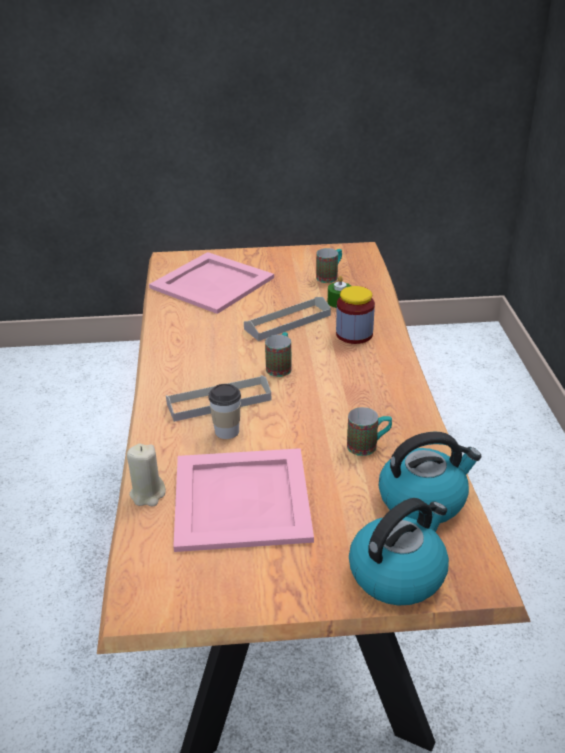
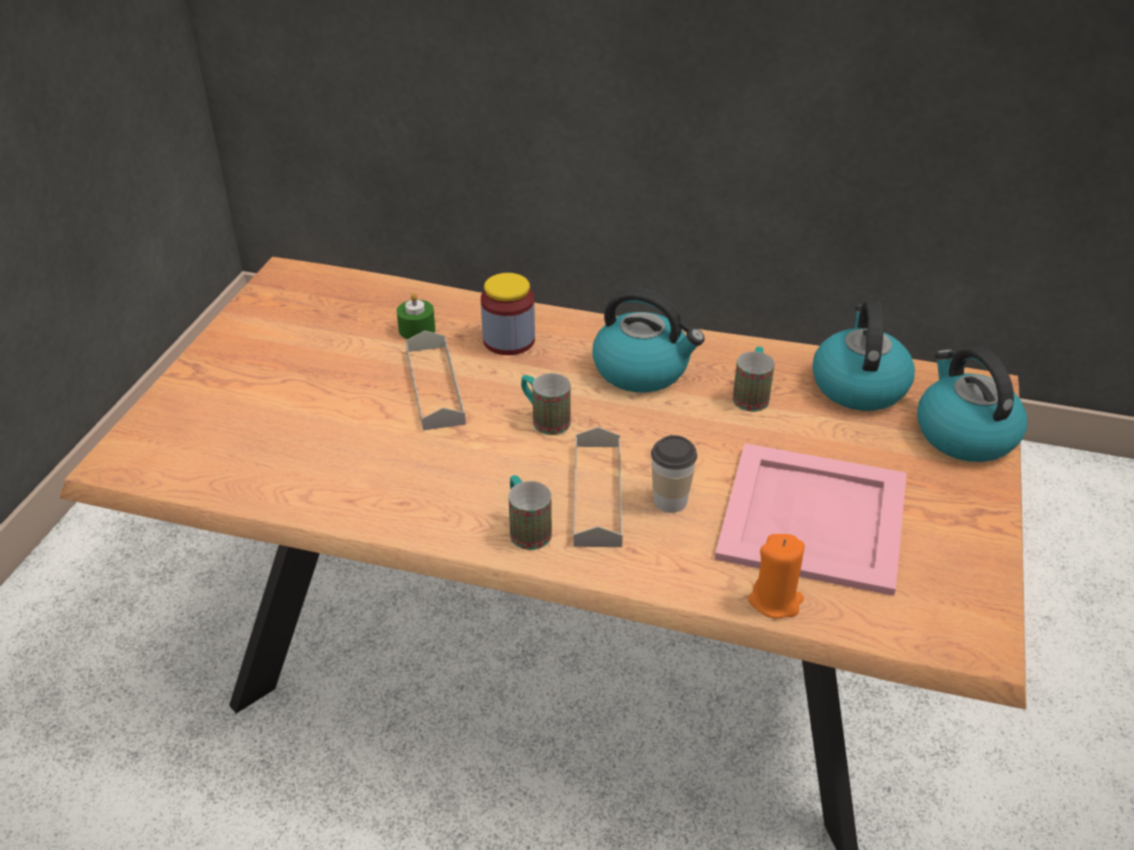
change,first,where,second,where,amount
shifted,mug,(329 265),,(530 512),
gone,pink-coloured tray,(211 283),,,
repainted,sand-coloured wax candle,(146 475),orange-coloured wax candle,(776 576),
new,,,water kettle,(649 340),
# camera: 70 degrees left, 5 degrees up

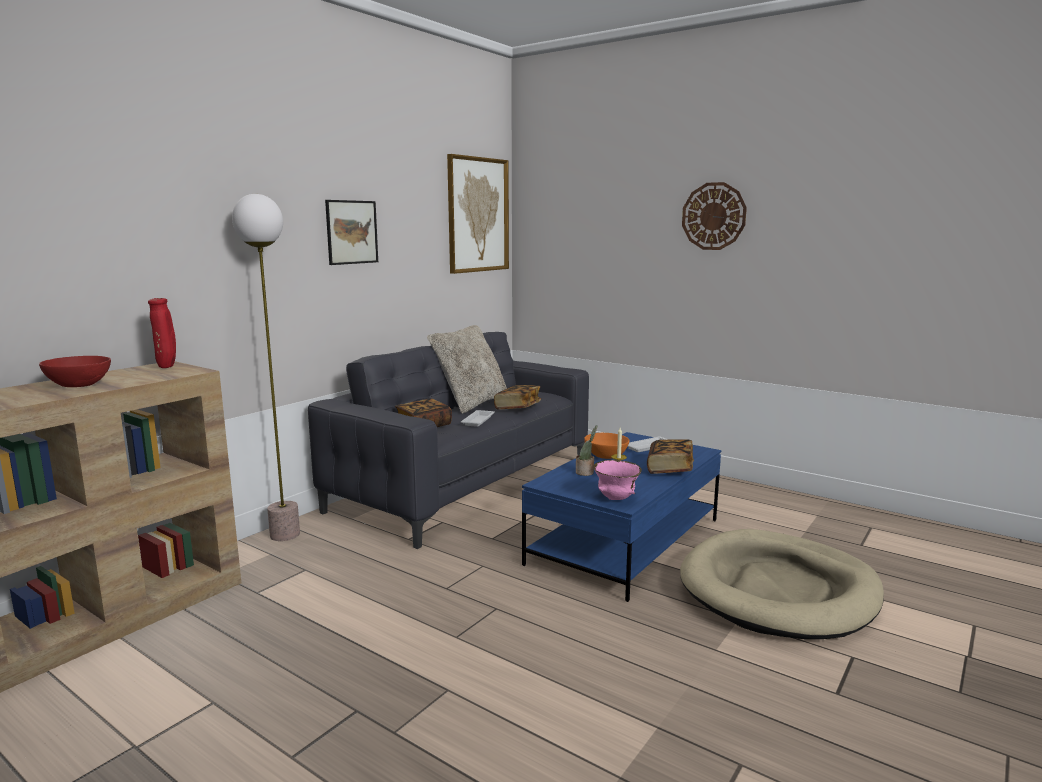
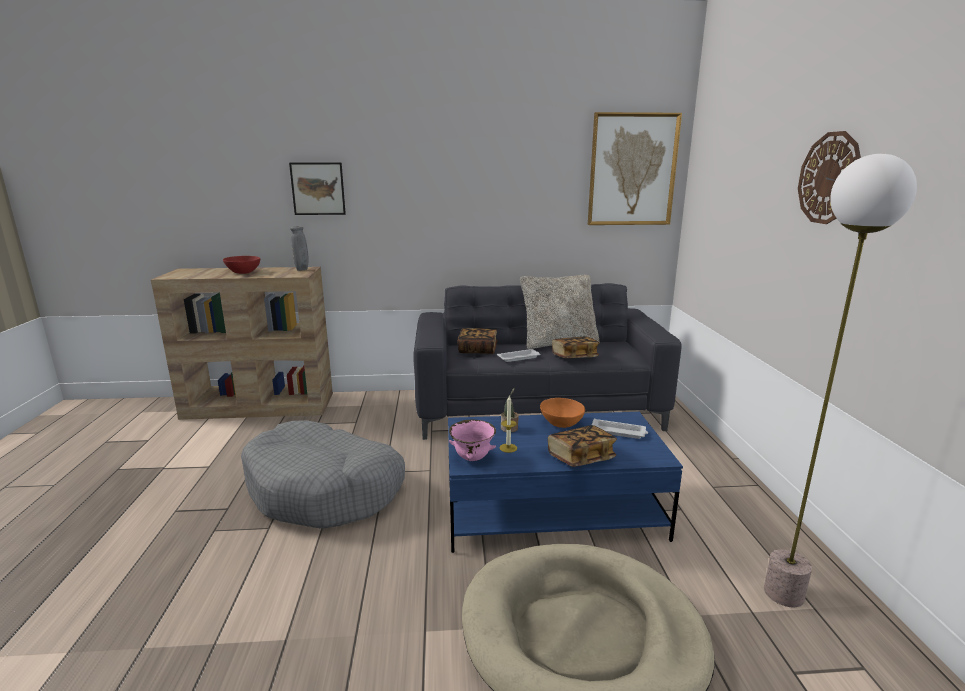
change,first,where,second,where,amount
shifted,standing lamp,(266 367),,(840 380),
shifted,wall picture,(351 232),,(317 189),
repainted,red flower vase,(162 333),gray flower vase,(299 248),
new,,,gray pet bed,(323 474),
# camera: 50 degrees right, 5 degrees up

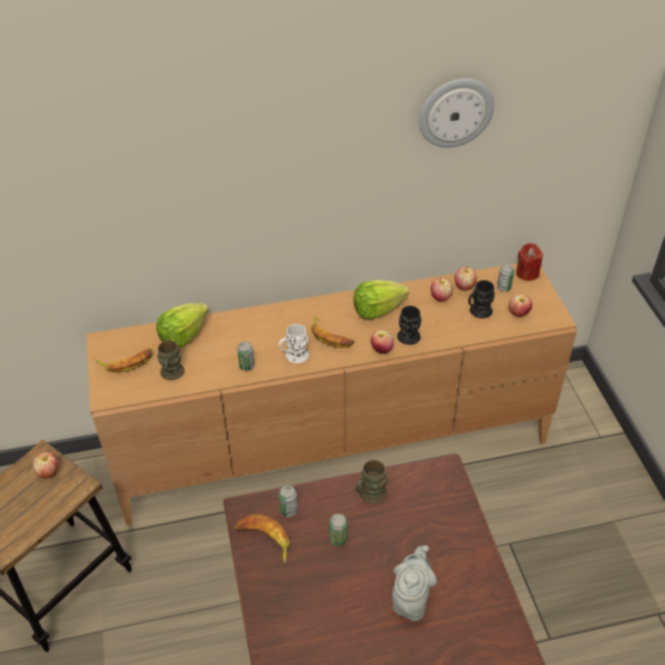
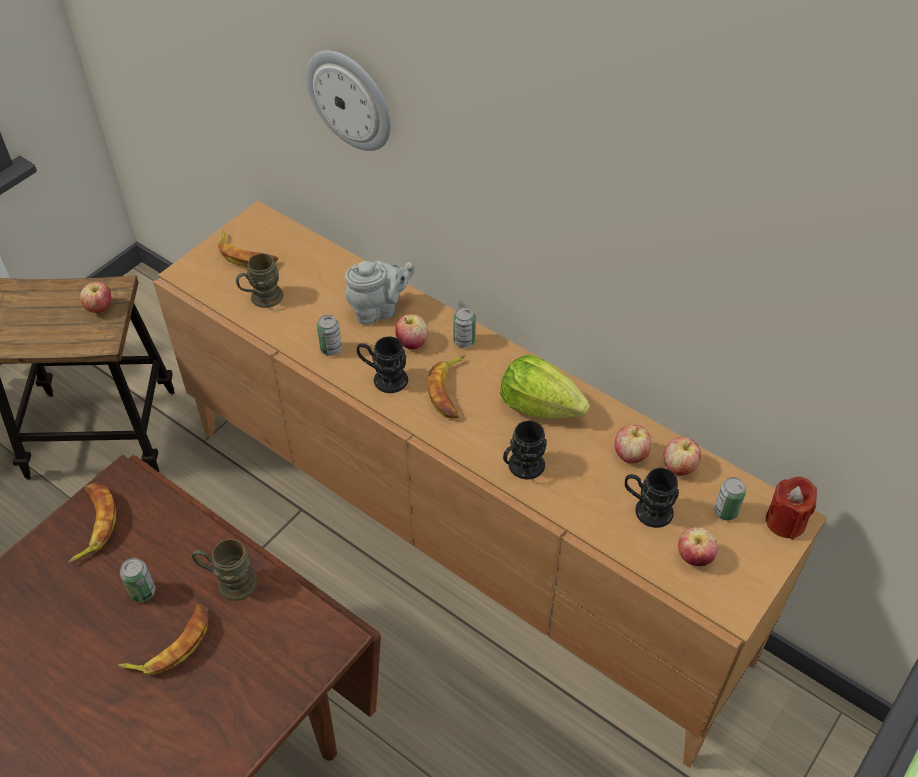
change,first,where,second,where,amount
shifted,wall clock,(456 113),,(348 100),
gone,lettuce,(182 325),,,
repainted,white mug,(294 343),blackish mug,(382 364),
shifted,apple,(382 341),,(411 331),
shifted,can,(288 501),,(464 327),
shifted,gray teapot,(414 583),,(380 293),
new,,,banana,(163 639),
# camera: 50 degrees right, 5 degrees up

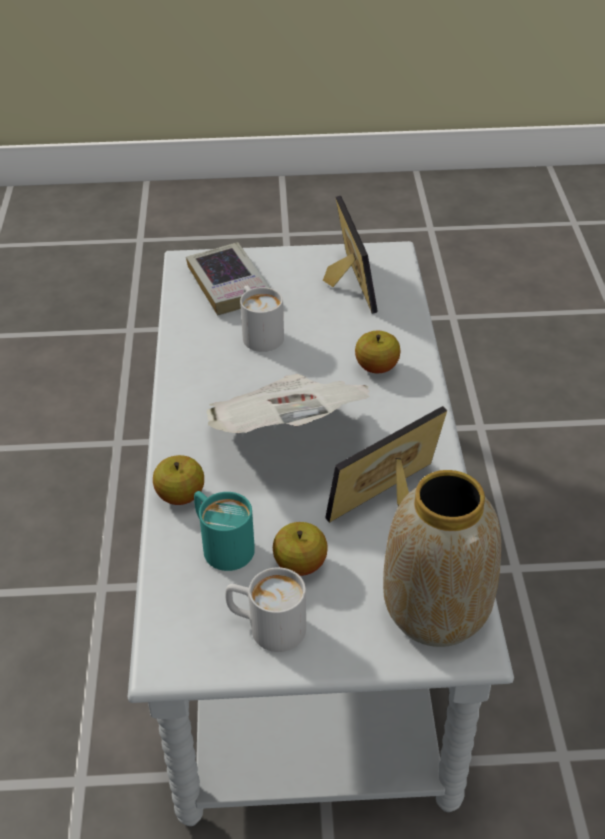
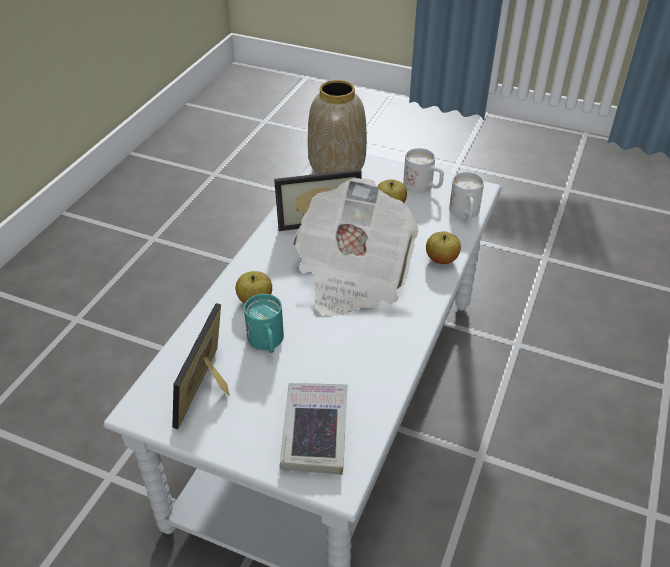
change,first,where,second,where,amount
shifted,white mug,(262 319),,(466 195),
shifted,blue-green mug,(224 531),,(264 323),
# camera: 155 degrees left, 0 degrees up

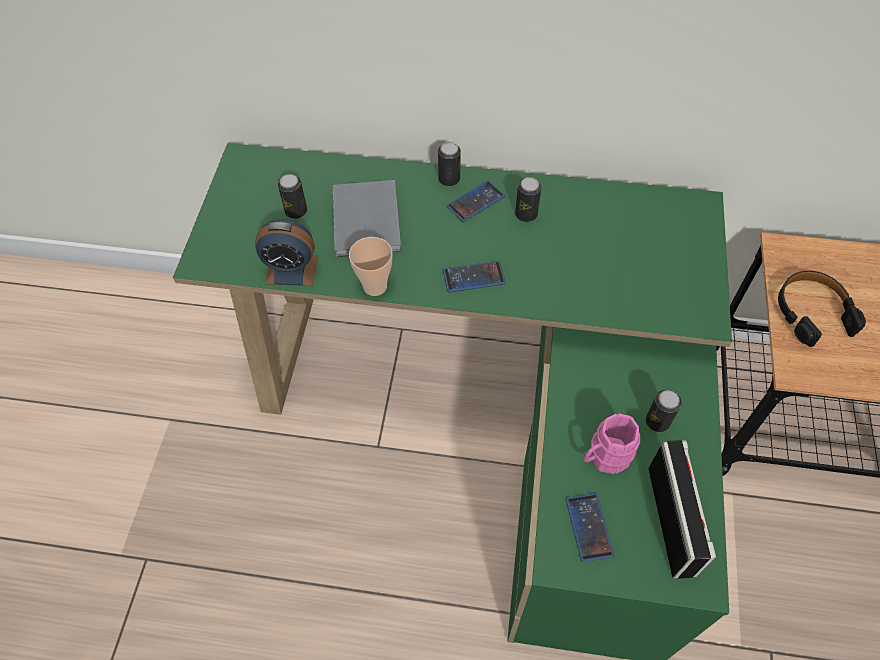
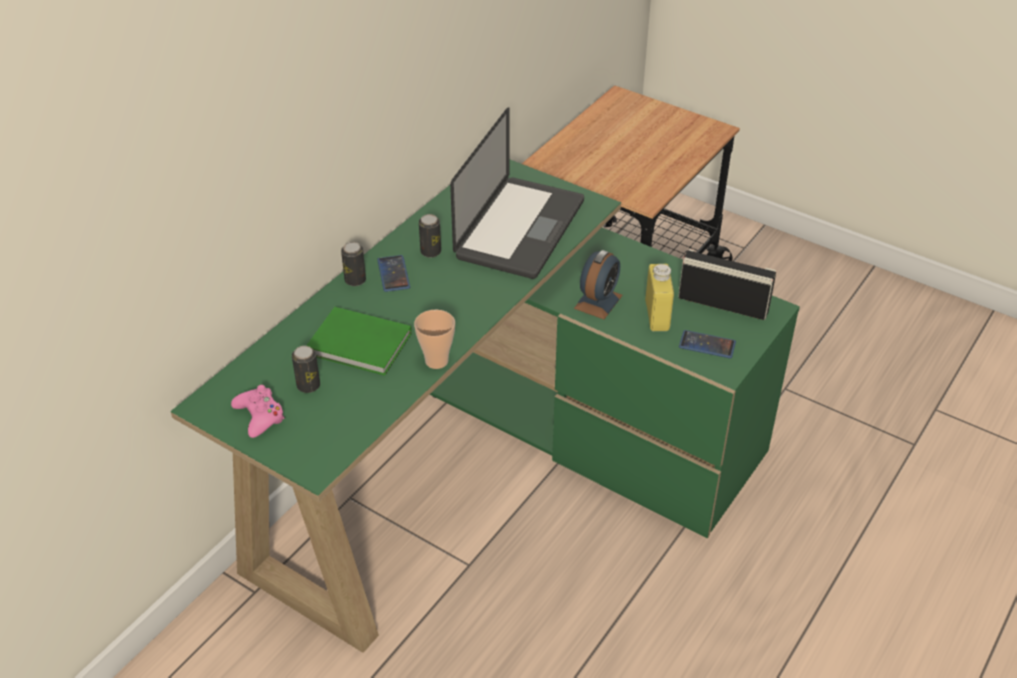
change,first,where,second,where,amount
repainted,gray book,(367 218),green-coloured book,(359 341),
shifted,alarm clock,(286 252),,(598 284),
gone,telephone,(474 276),,,
gone,blackish headphones,(822 309),,,
gone,can,(664 411),,,
swapped,pink-coloured mug,(612 444),yellow-coloured drink bottle,(659 297),
new,,,laptop,(517 193),
new,,,pink-coloured game controller,(258 411),
# camera: 65 degrees left, 15 degrees down

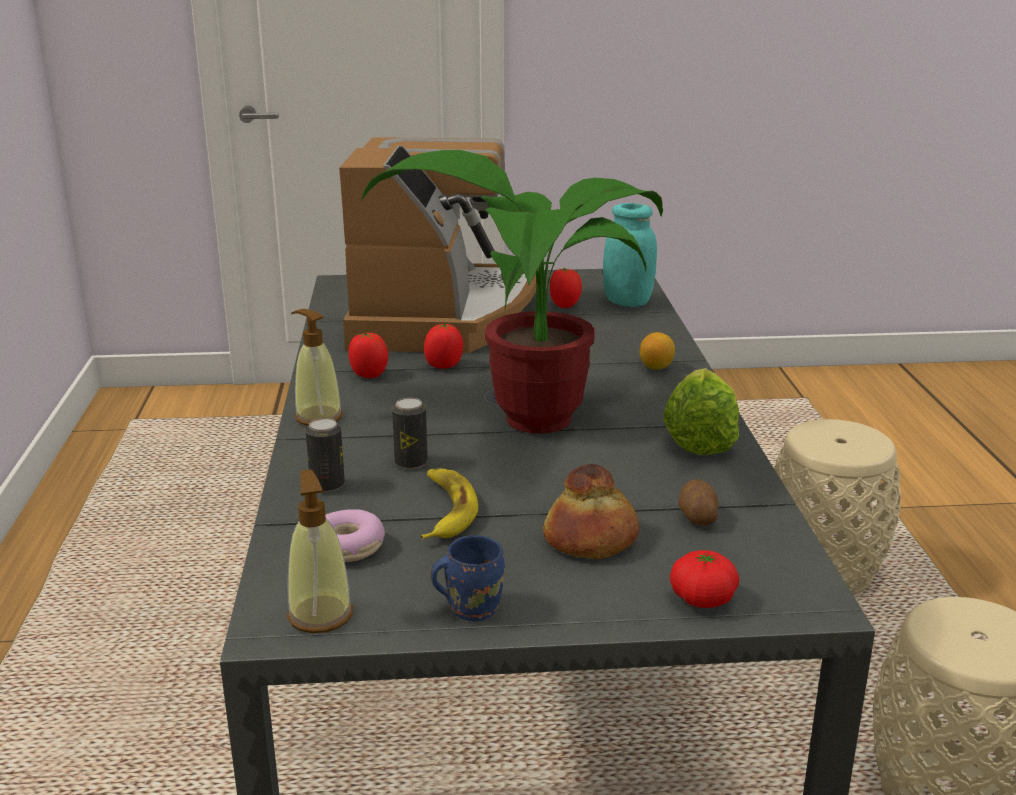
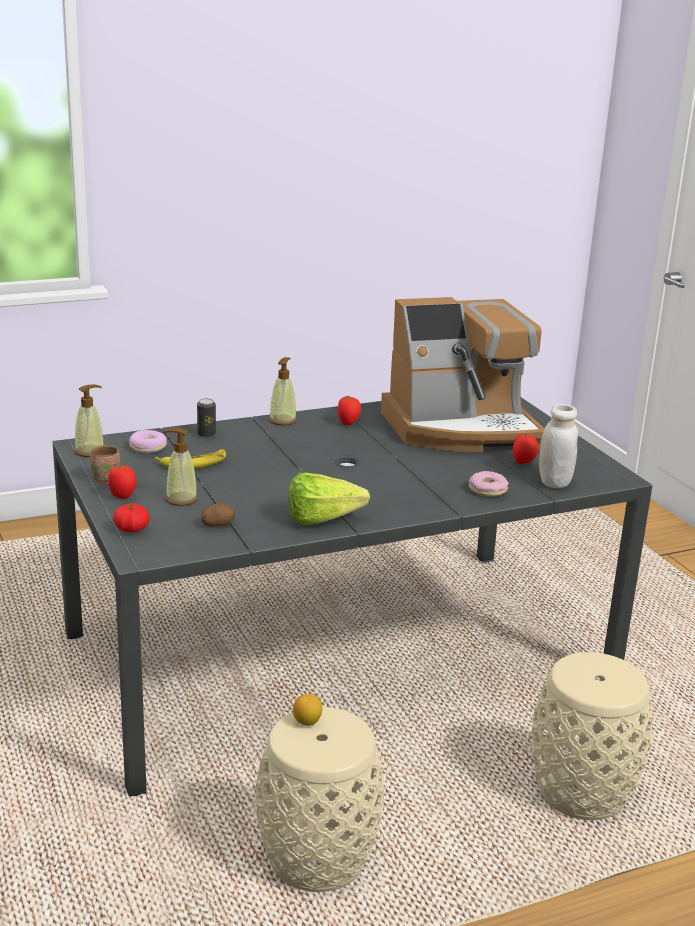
change,first,where,second,where,amount
gone,plant in a pot,(512 292),,,
repainted,blue-green preserve jar,(630 255),white preserve jar,(558 446),
shifted,fresh tomato,(443 346),,(122 482),
shifted,lemon,(657 351),,(307 710),
gone,can,(410 433),,,
swapped,baked bread,(591 511),liquid soap bottle,(180 467),
repainted,blue-coloured mug,(468 578),brown mug,(105 464),
new,,,ring doughnut,(489 484),
# camera: 70 degrees right, 0 degrees up

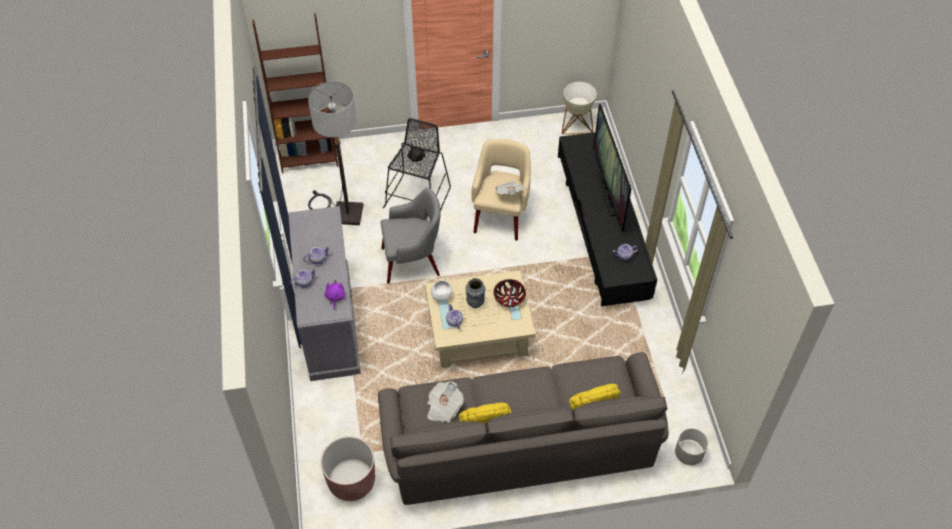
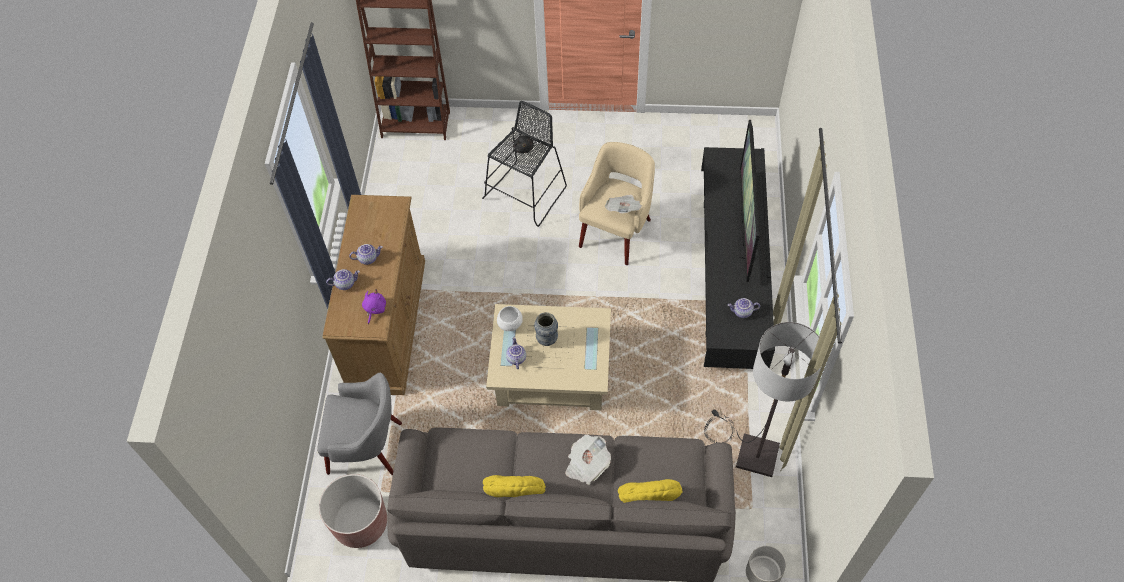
change,first,where,second,where,amount
shifted,standing lamp,(335 153),,(763 399),
gone,planter,(579 108),,,
shifted,gray easy chair,(411 235),,(359 424),
repainted,gray cupboard,(324 293),brown cupboard,(373 295),
gone,bowl,(509 293),,,
shifted,daily paper,(445 402),,(588 460),
# camera: 15 degrees right, 5 degrees up

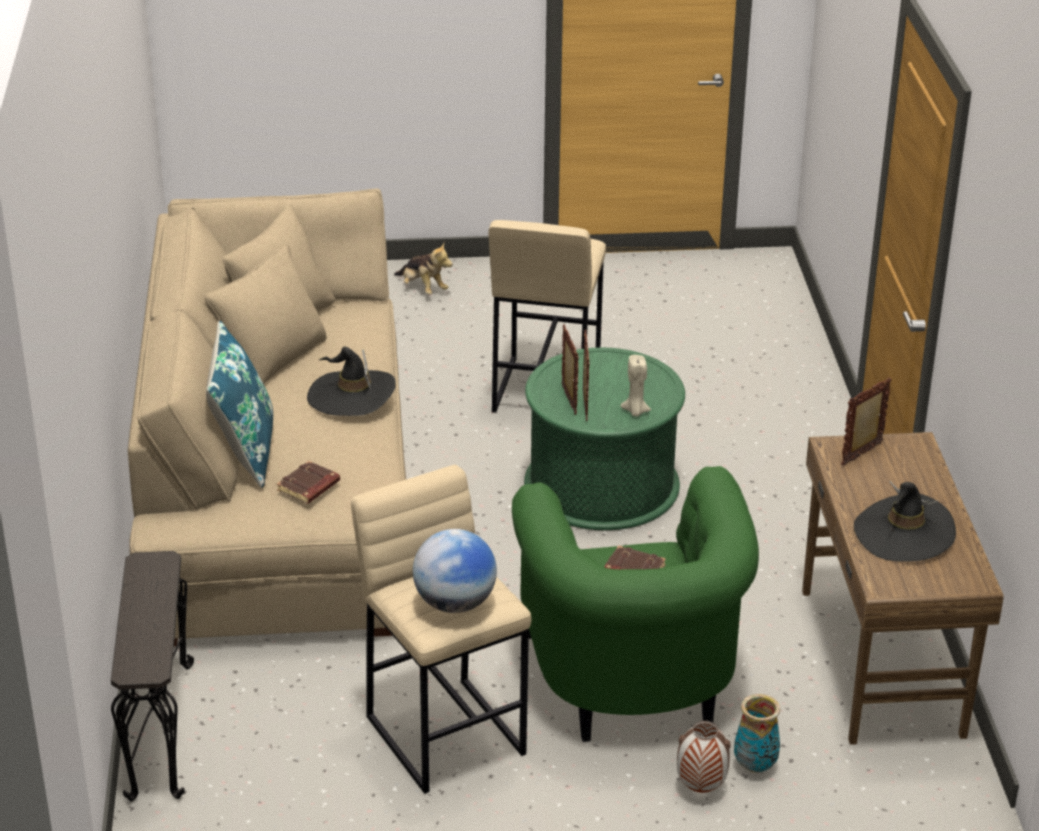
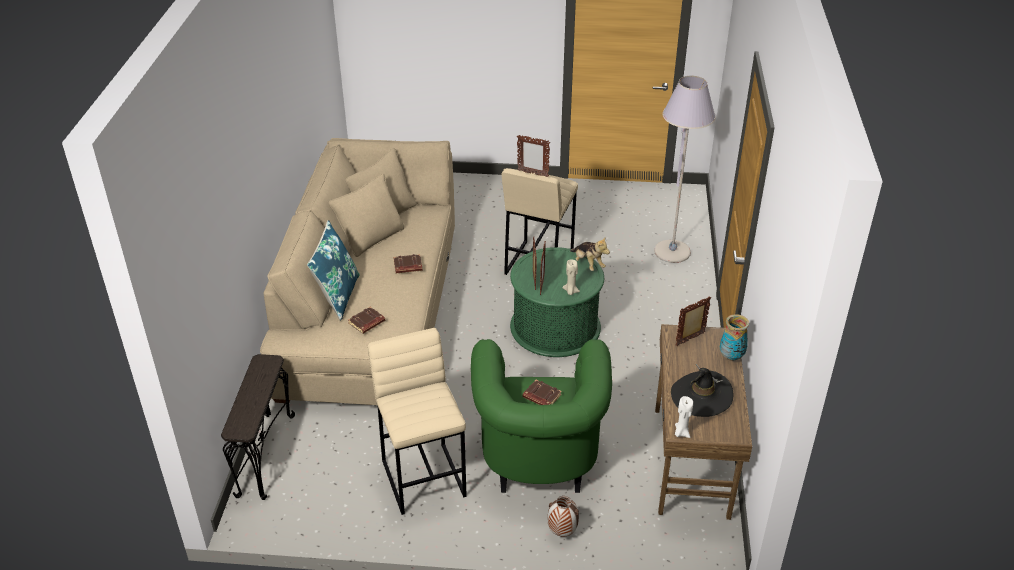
change,first,where,second,where,amount
shifted,plush toy,(423 269),,(590 253),
swapped,blackish wearable hat,(351 381),brown book,(408 263),
gone,world globe,(455 571),,,
shifted,flower vase,(757 733),,(734 337),
new,,,gray standing lamp,(685 169),
new,,,picture frame,(533 156),
new,,,white wax candle,(684 417),
# camera: 10 degrees right, 5 degrees up

